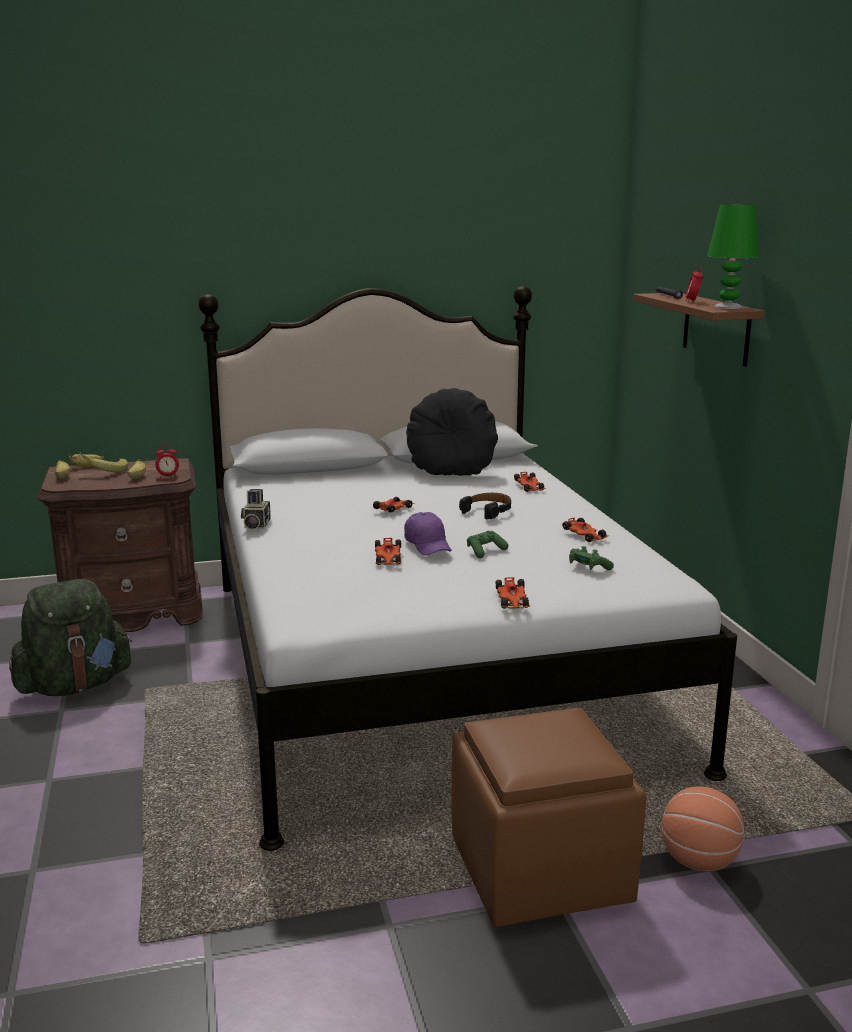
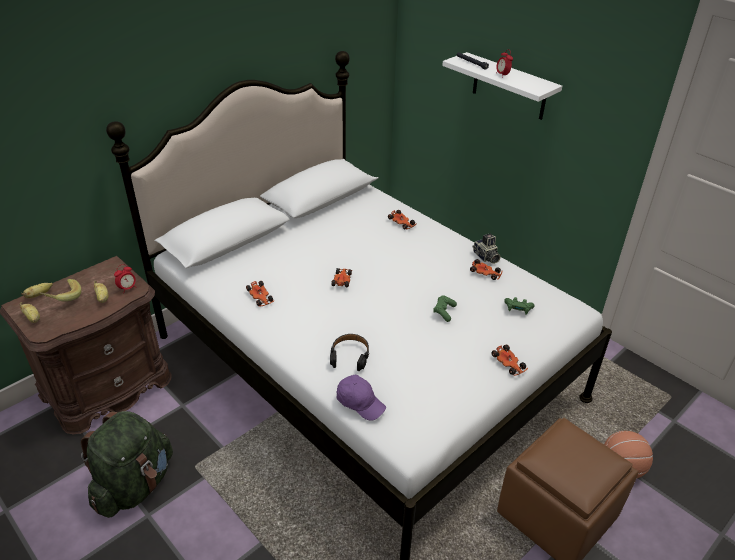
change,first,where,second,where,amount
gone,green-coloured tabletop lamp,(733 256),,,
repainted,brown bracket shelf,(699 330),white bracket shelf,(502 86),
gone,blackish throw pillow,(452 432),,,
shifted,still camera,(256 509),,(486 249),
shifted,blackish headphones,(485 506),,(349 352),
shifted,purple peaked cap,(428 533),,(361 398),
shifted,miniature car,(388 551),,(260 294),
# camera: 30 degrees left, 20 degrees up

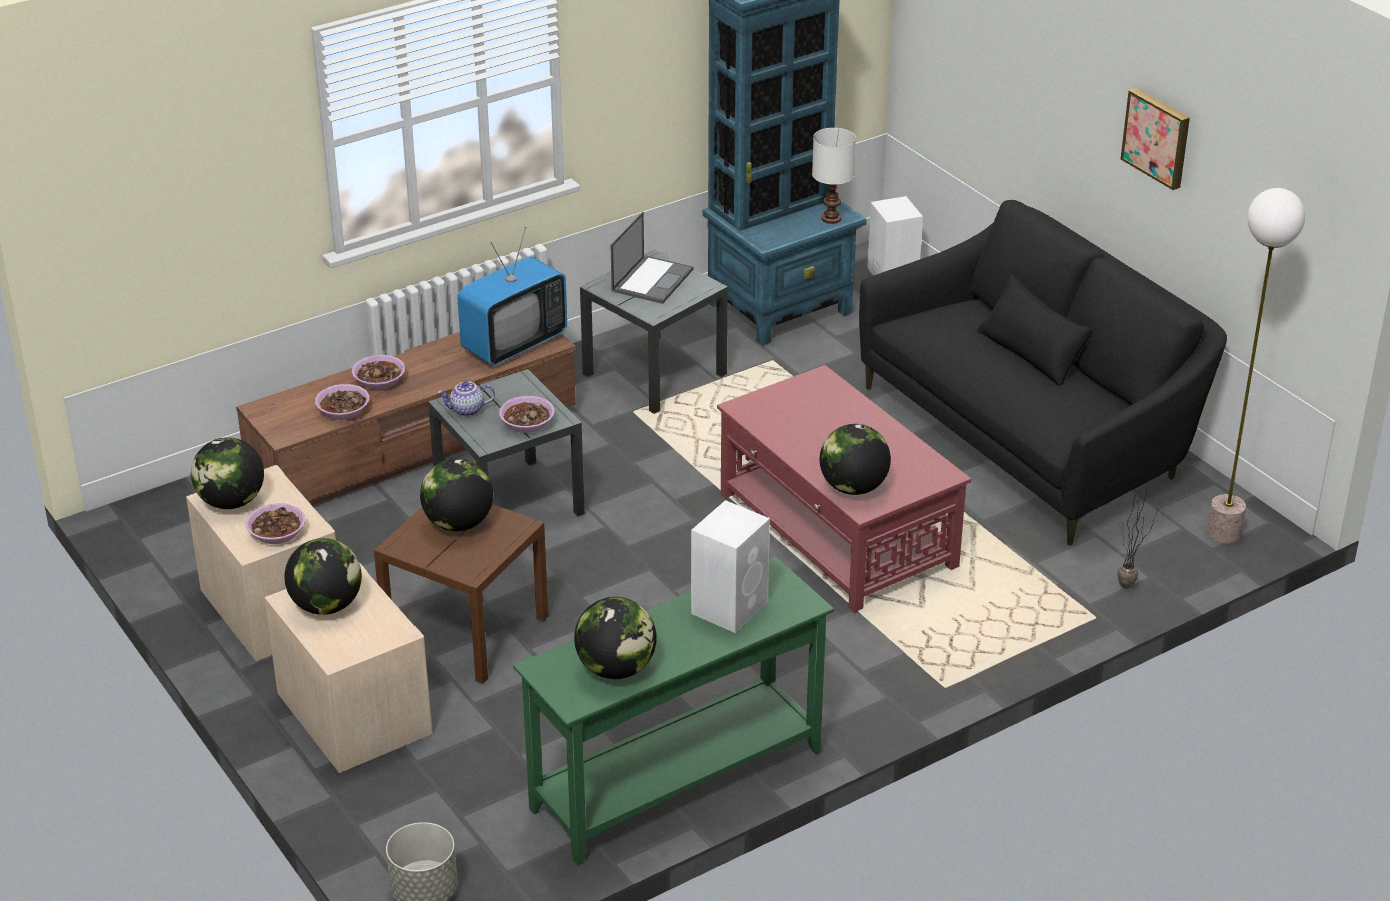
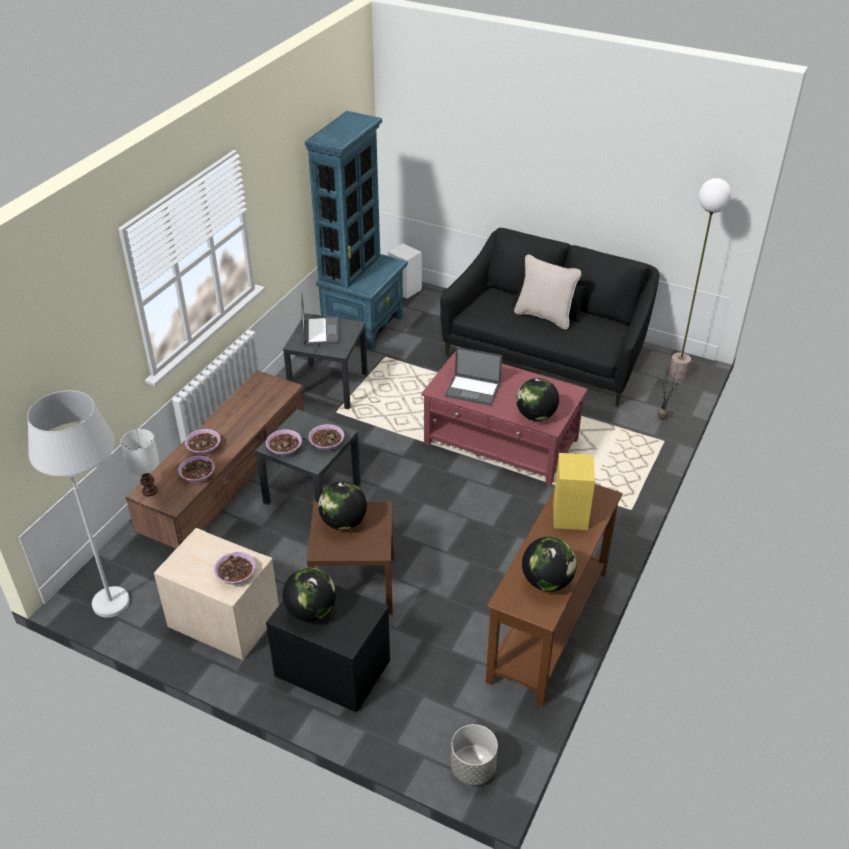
change,first,where,second,where,amount
gone,wall picture,(1155 139),,,
shifted,white tabletop lamp,(834 176),,(140 462),
gone,TV,(512 296),,,
swapped,teapot,(466 399),bowl,(284 443),
gone,world globe,(227 473),,,
repainted,white loudspeaker,(730 566),yellow-coloured loudspeaker,(574 491),
repainted,green-coloured hall table,(673 711),brown hall table,(554 595),
repainted,sand-coloured night table,(348 668),blackish night table,(328 649),
new,,,sand-coloured throw pillow,(547 292),
new,,,laptop,(473 376),
new,,,white standing lamp,(78 504),
# camera: 30 degrees left, 5 degrees up

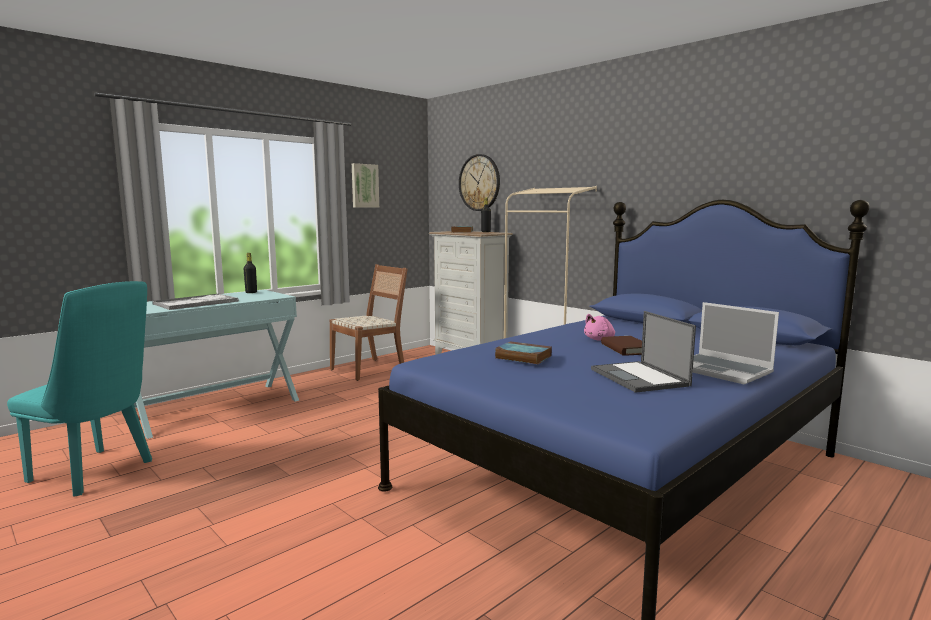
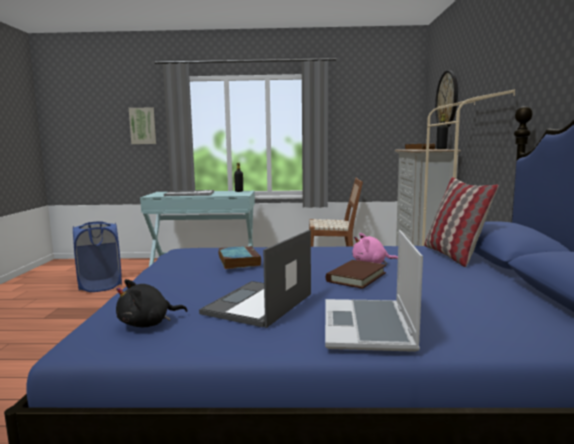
change,first,where,second,where,amount
shifted,wall picture,(365 185),,(142 125),
swapped,blue-green upright chair,(79 389),blue-coloured laundry basket,(97 256),
new,,,throw pillow,(461 222),
new,,,blackish plush toy,(152 303),
# camera: 45 degrees right, 0 degrees up

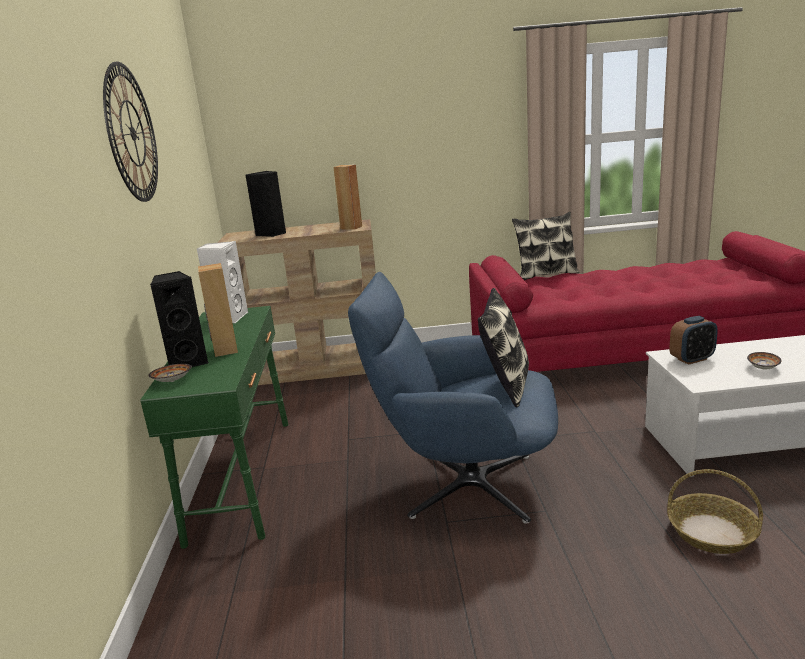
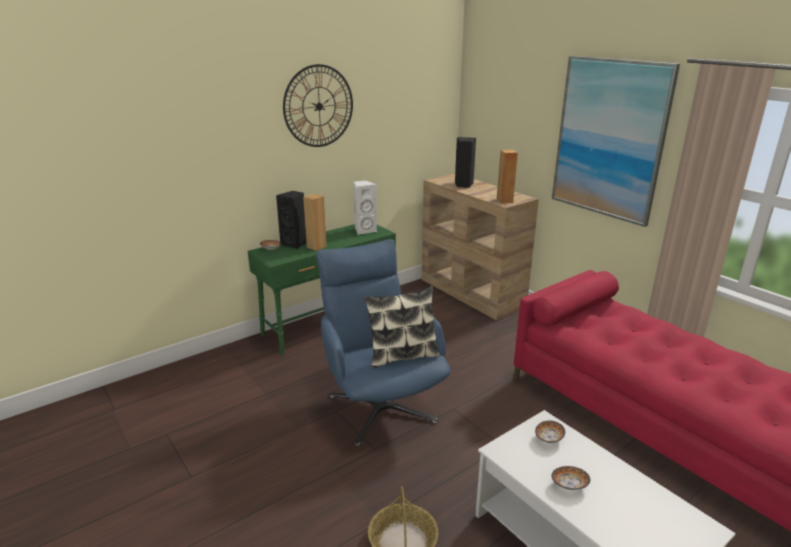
change,first,where,second,where,amount
gone,throw pillow,(545 246),,,
swapped,alarm clock,(693 340),bowl,(550 432),
new,,,wall picture,(616 141),
# camera: 55 degrees right, 5 degrees up

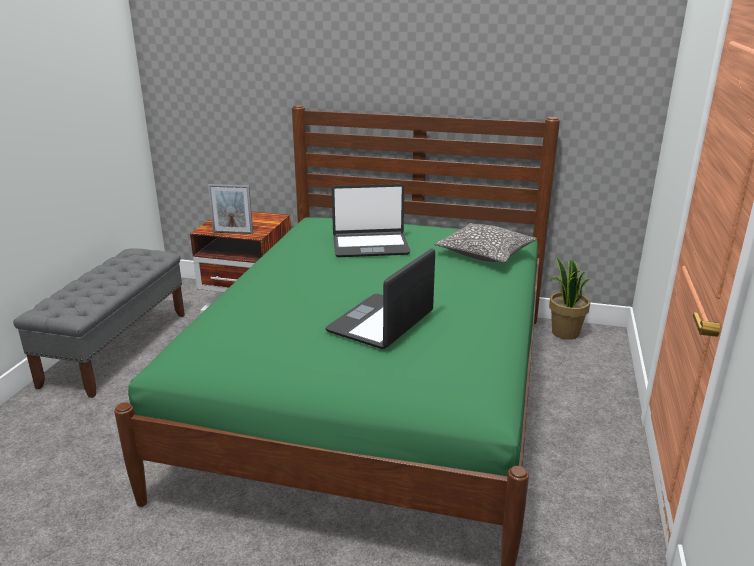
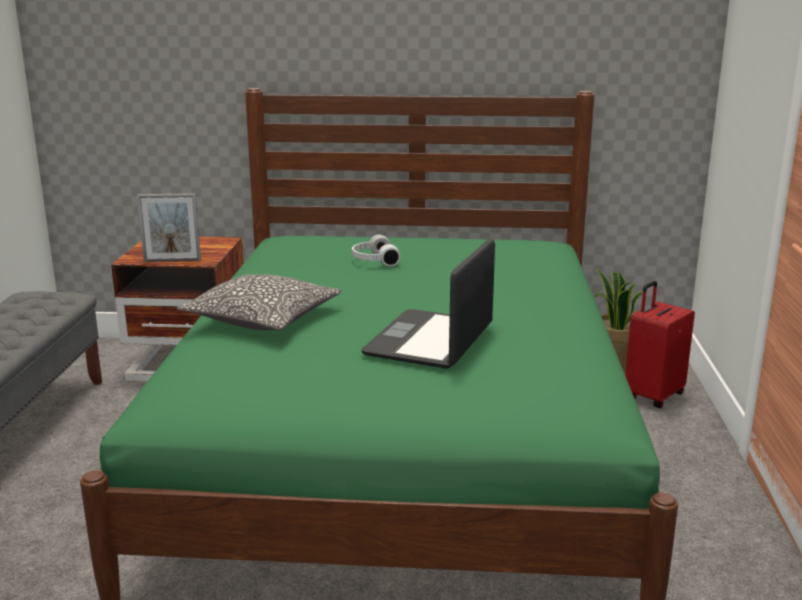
change,first,where,second,where,amount
swapped,laptop,(371 220),white headphones,(376 250),
shifted,throw pillow,(485 243),,(259 302),
new,,,red suitcase,(660 344),
# camera: 10 degrees left, 5 degrees down

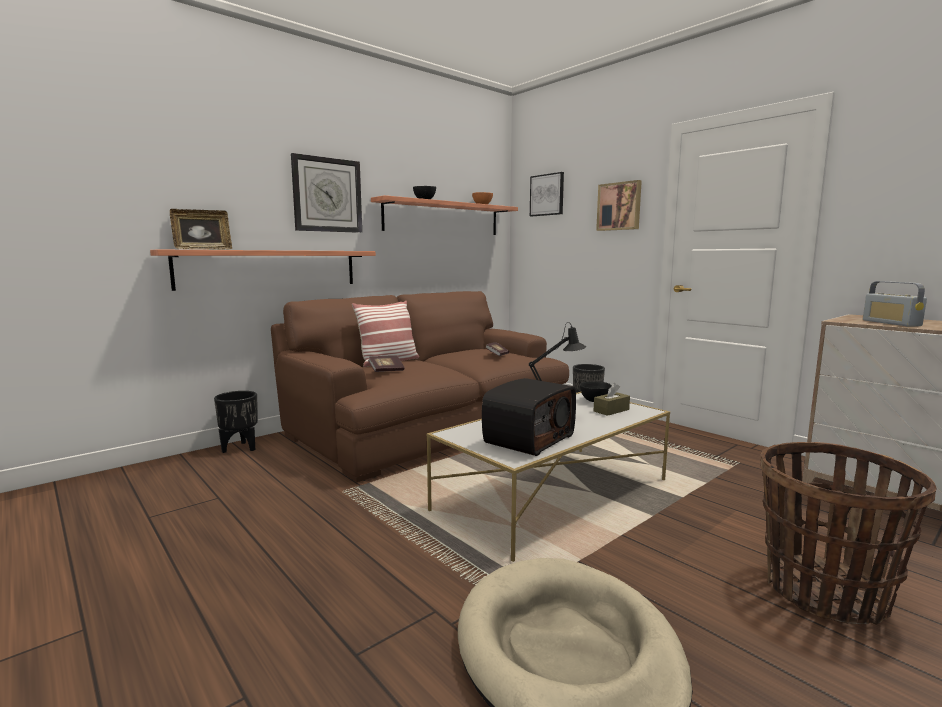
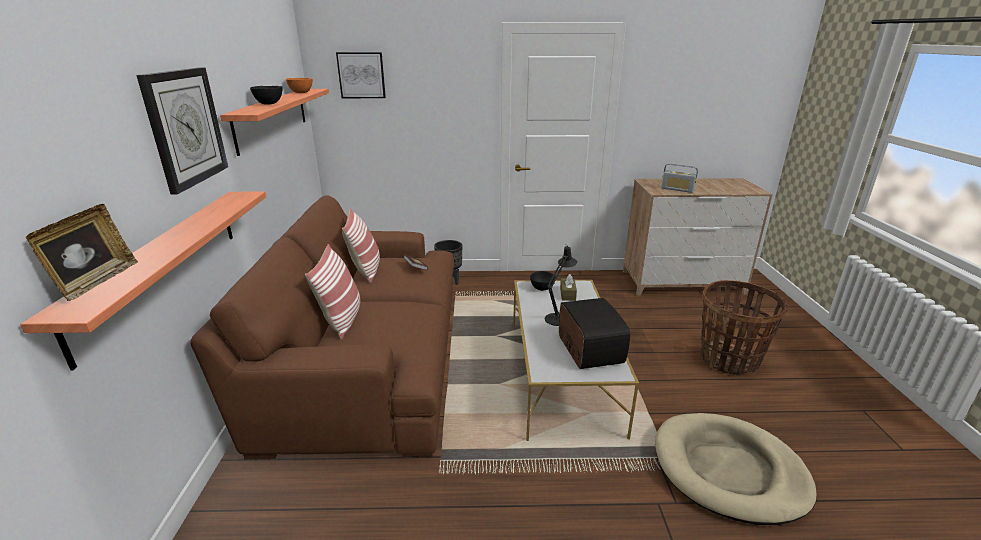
change,first,where,second,where,amount
gone,wall picture,(619 205),,,
gone,book,(386 363),,,
gone,blackish planter,(236 422),,,
new,,,throw pillow,(361 245),
# camera: 50 degrees left, 15 degrees up

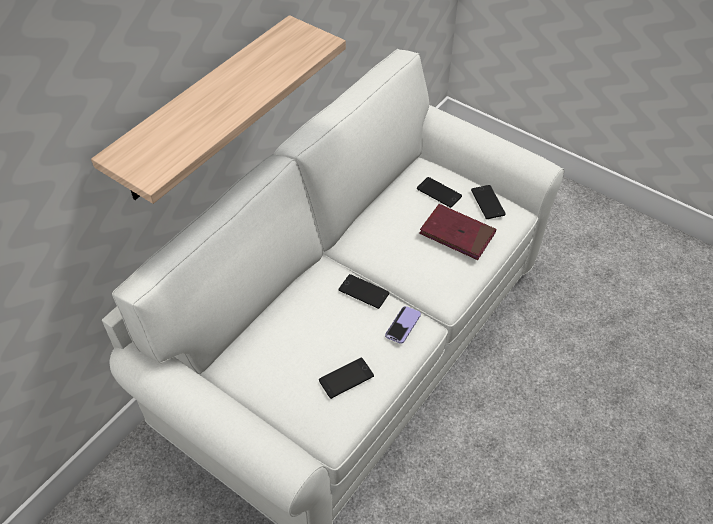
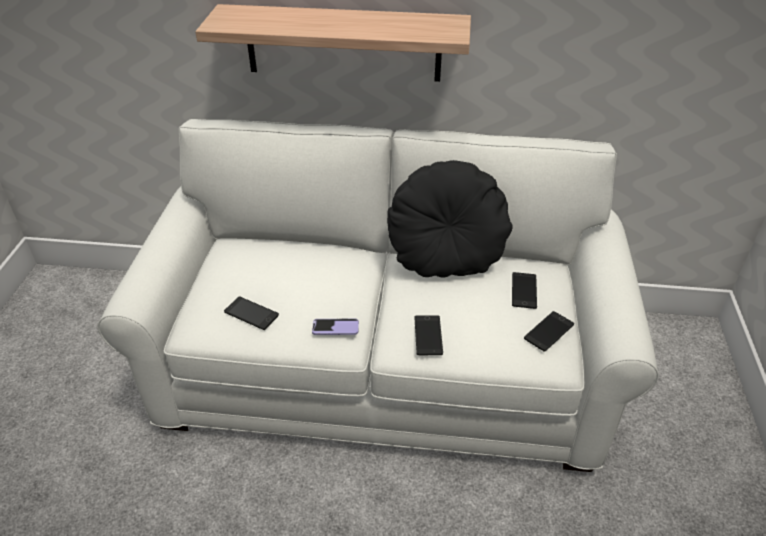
change,first,where,second,where,amount
gone,red book,(458 232),,,
shifted,telephone,(364 291),,(428 335),
new,,,blackish throw pillow,(450 219),
# camera: 60 degrees right, 10 degrees down

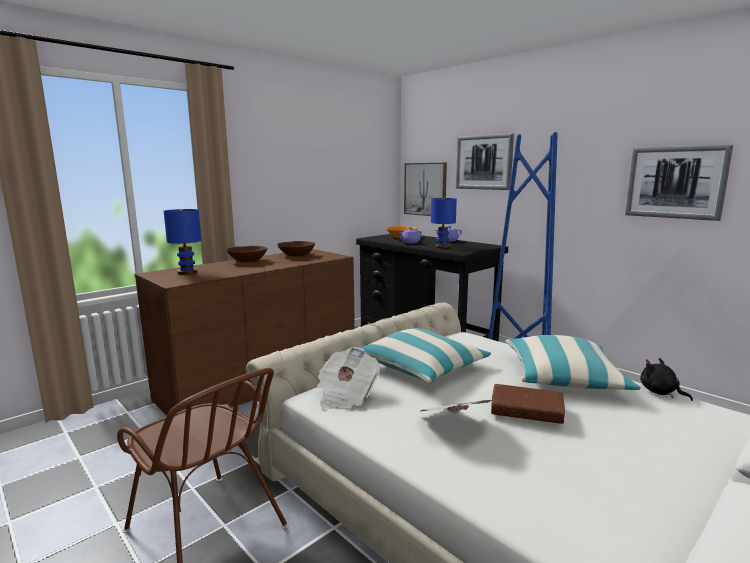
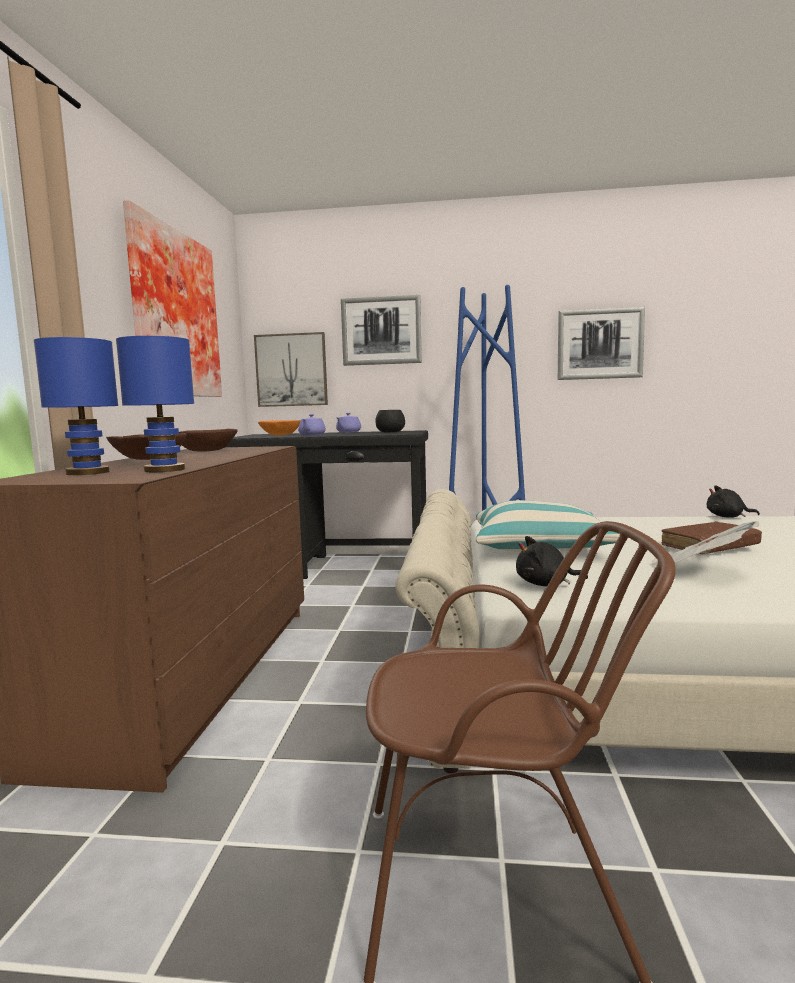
change,first,where,second,where,amount
shifted,blue-coloured tabletop lamp,(444 223),,(155 404),
gone,throw pillow,(573 362),,,
swapped,daily paper,(349 378),blackish plush toy,(552 561),
new,,,wall picture,(172 298),
new,,,blackish bowl,(390 421),
# camera: 40 degrees left, 5 degrees down

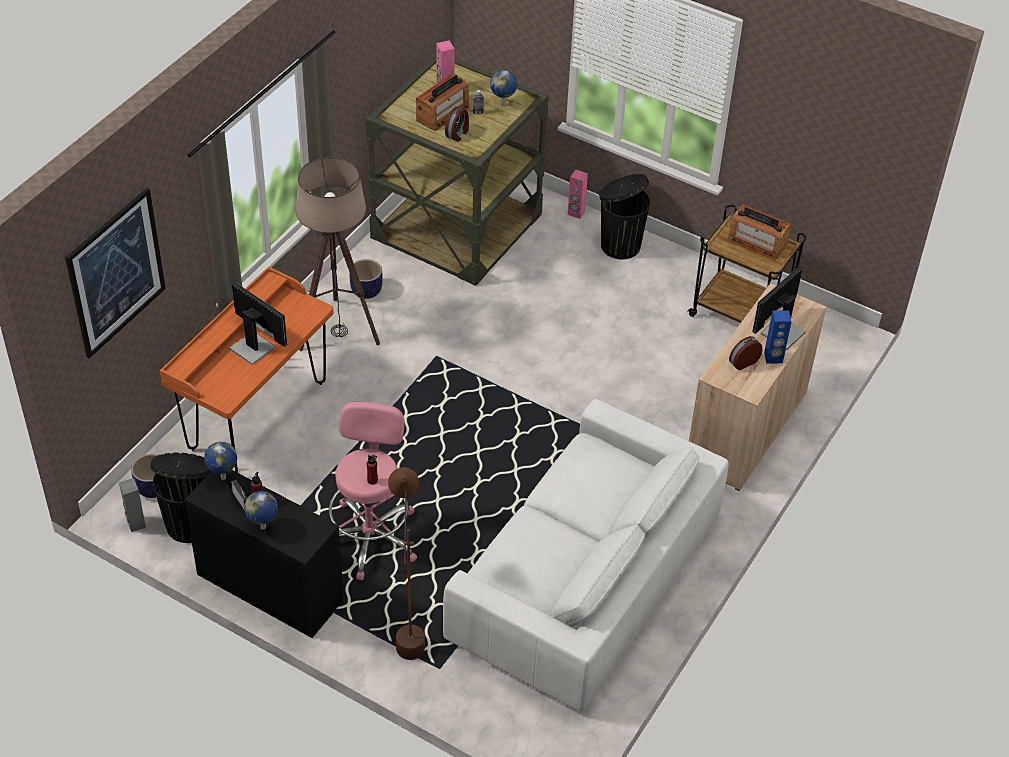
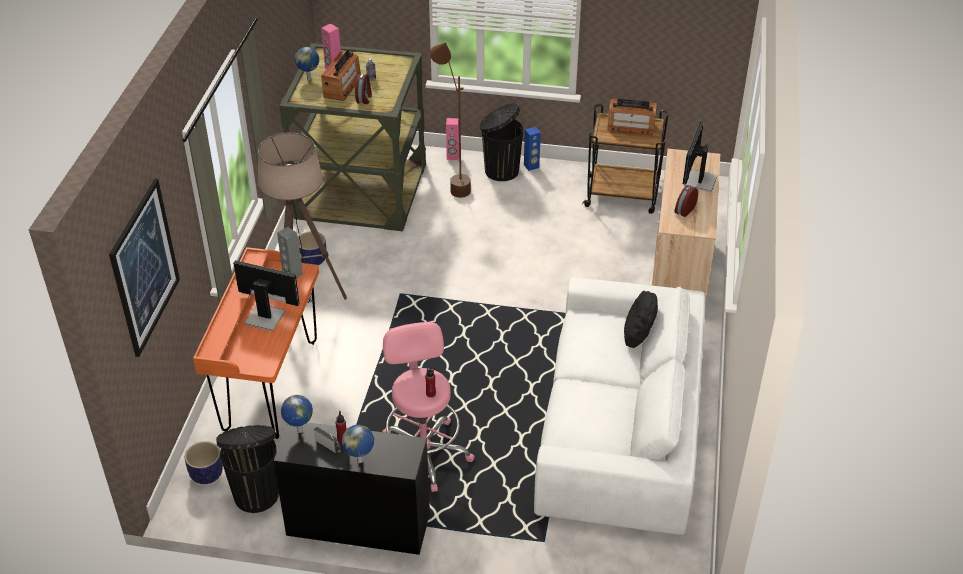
change,first,where,second,where,amount
shifted,world globe,(503 88),,(307 64),
shifted,blue-coloured loudspeaker,(778 337),,(532 149),
shifted,brown standing lamp,(406 563),,(450 120),
shifted,gray loudspeaker,(132 505),,(290 252),
new,,,blackish throw pillow,(641 319),
# camera: 20 degrees left, 5 degrees down

